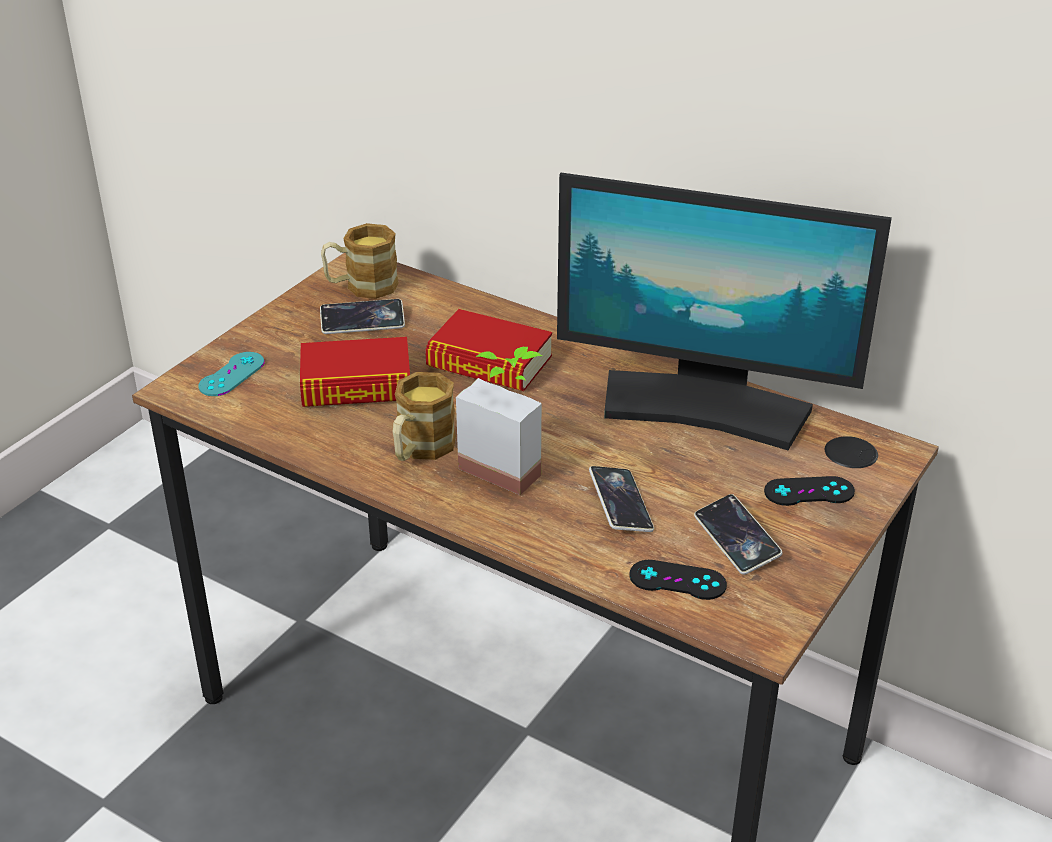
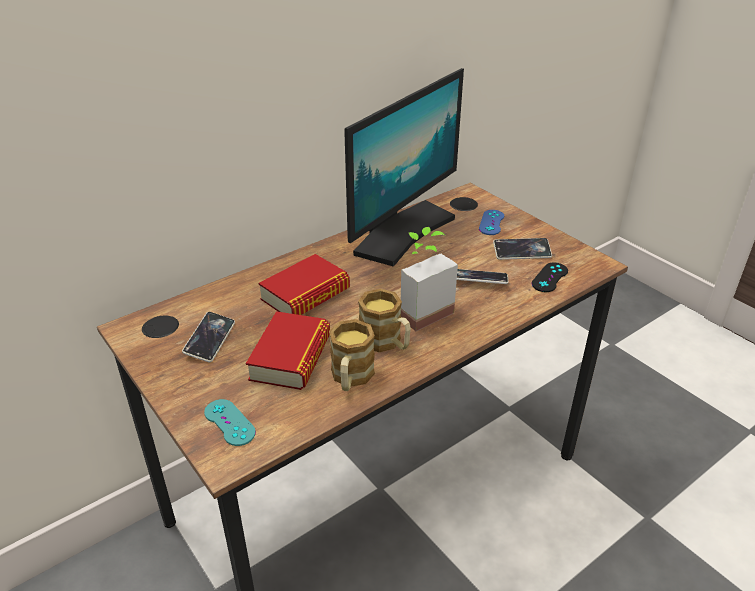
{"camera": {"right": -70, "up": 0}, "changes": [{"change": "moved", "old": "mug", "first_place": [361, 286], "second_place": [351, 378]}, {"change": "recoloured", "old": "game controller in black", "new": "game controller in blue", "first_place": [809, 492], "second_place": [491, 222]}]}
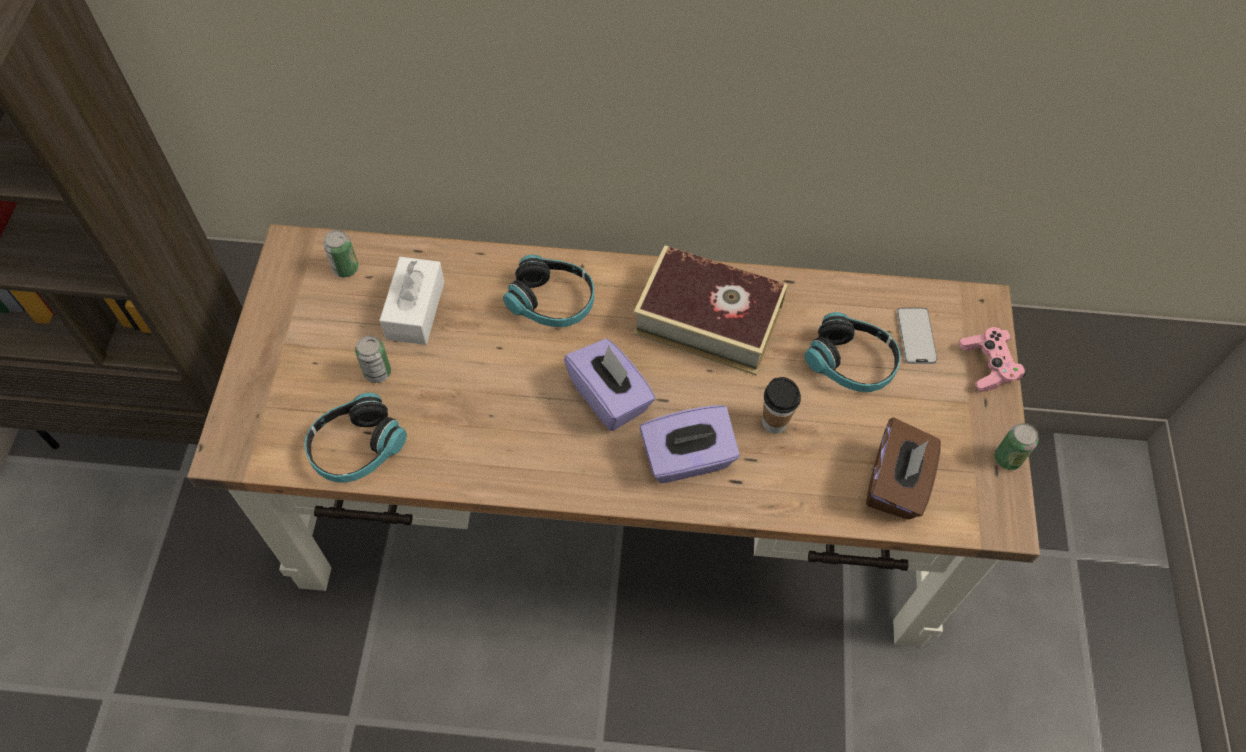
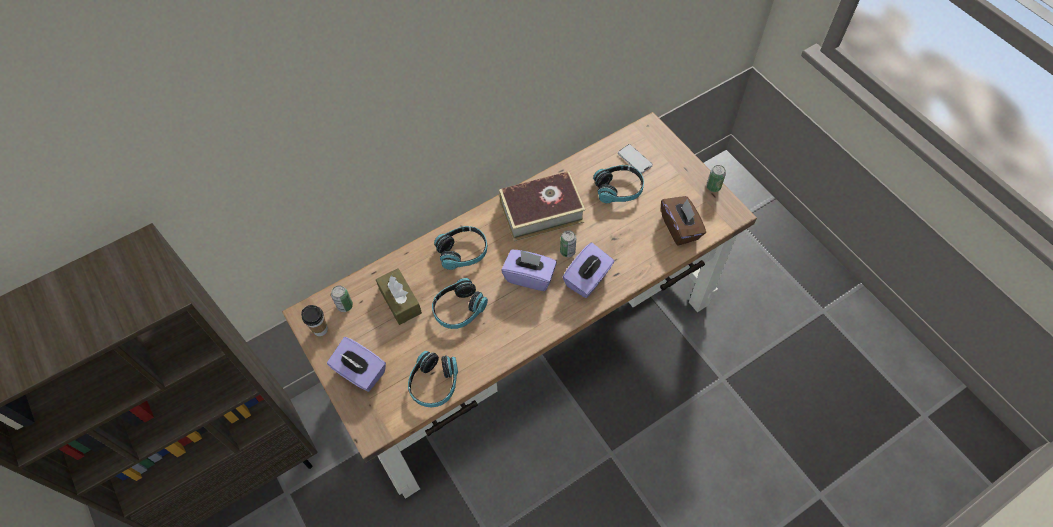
{"camera": {"right": -35, "up": 0}, "changes": [{"change": "moved", "old": "can", "first_place": [377, 372], "second_place": [567, 251]}, {"change": "recoloured", "old": "tissue box in white", "new": "tissue box in brown", "first_place": [415, 310], "second_place": [400, 301]}, {"change": "moved", "old": "cup", "first_place": [774, 422], "second_place": [320, 329]}, {"change": "removed", "old": "game controller in pink", "first_place": [988, 366]}, {"change": "added", "new": "tissue box in purple", "second_place": [360, 372]}, {"change": "added", "new": "headphones", "second_place": [459, 309]}]}
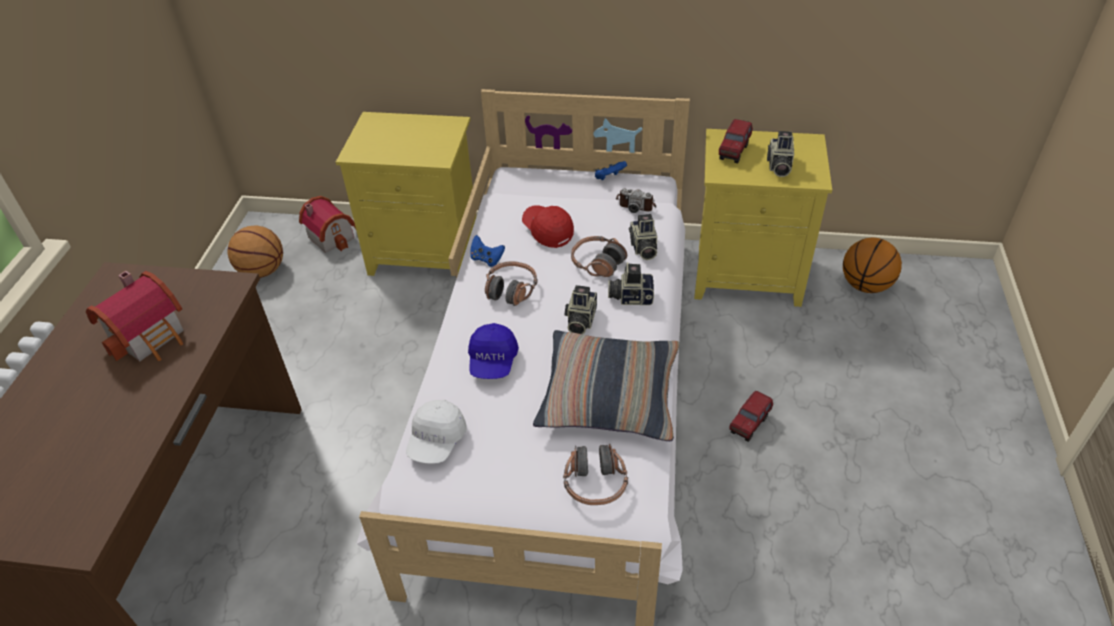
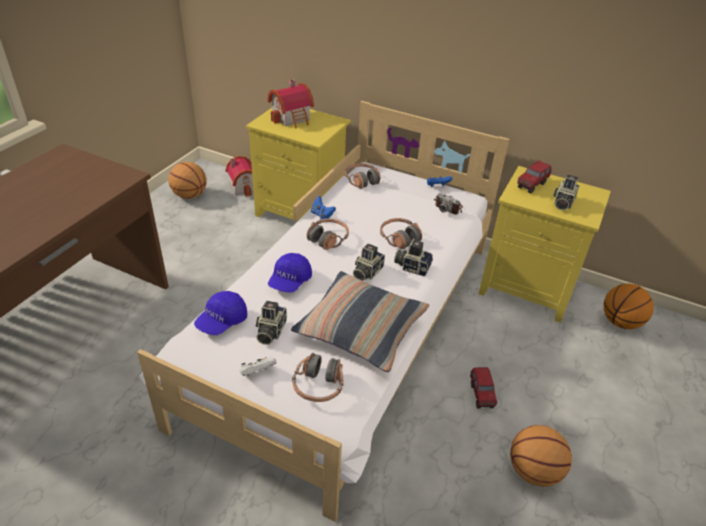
{"camera": {"right": 15, "up": -5}, "changes": [{"change": "moved", "old": "toy house", "first_place": [151, 335], "second_place": [293, 118]}, {"change": "recoloured", "old": "cap in white", "new": "cap in blue", "first_place": [436, 441], "second_place": [222, 321]}, {"change": "removed", "old": "cap in red", "first_place": [547, 231]}, {"change": "moved", "old": "photo camera", "first_place": [643, 248], "second_place": [270, 331]}, {"change": "turned", "old": "toy truck", "first_place": [749, 424], "second_place": [481, 395], "degrees": -60}, {"change": "added", "new": "game controller in white", "second_place": [257, 373]}, {"change": "added", "new": "headphones", "second_place": [362, 180]}, {"change": "added", "new": "basketball", "second_place": [533, 471]}]}
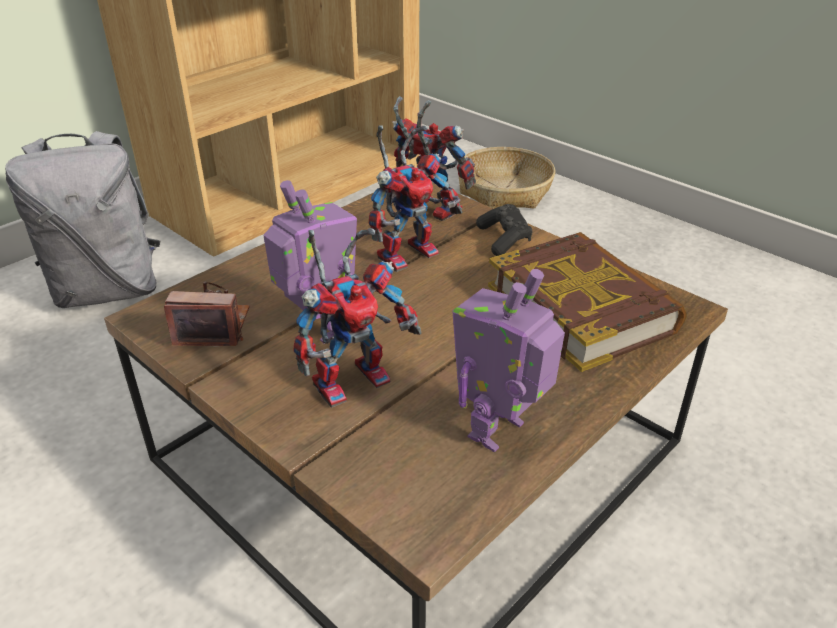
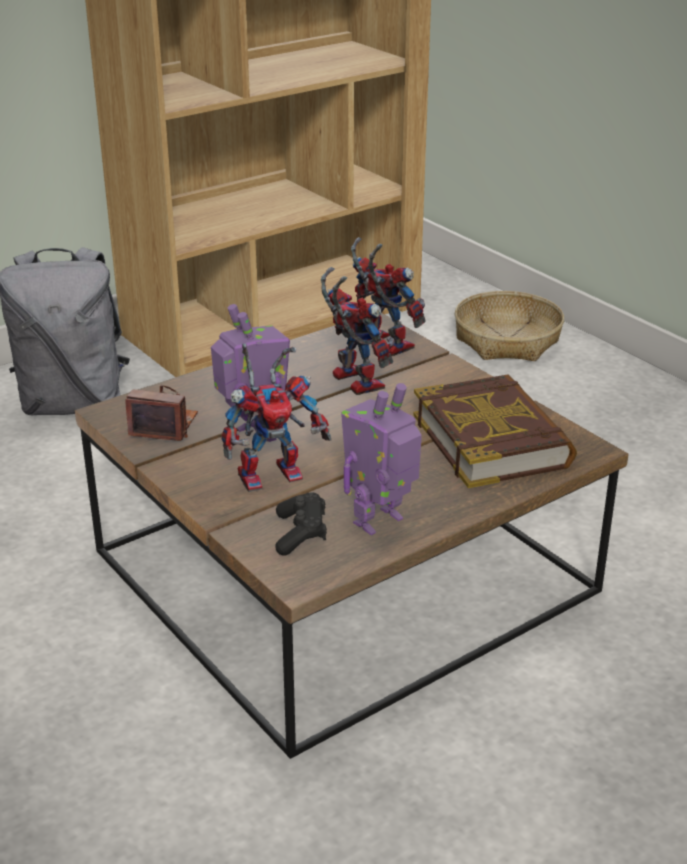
{"camera": {"right": 10, "up": -5}, "changes": [{"change": "turned", "old": "toy robot", "first_place": [409, 252], "second_place": [351, 380], "degrees": -90}, {"change": "moved", "old": "game controller in black", "first_place": [504, 239], "second_place": [301, 534]}]}
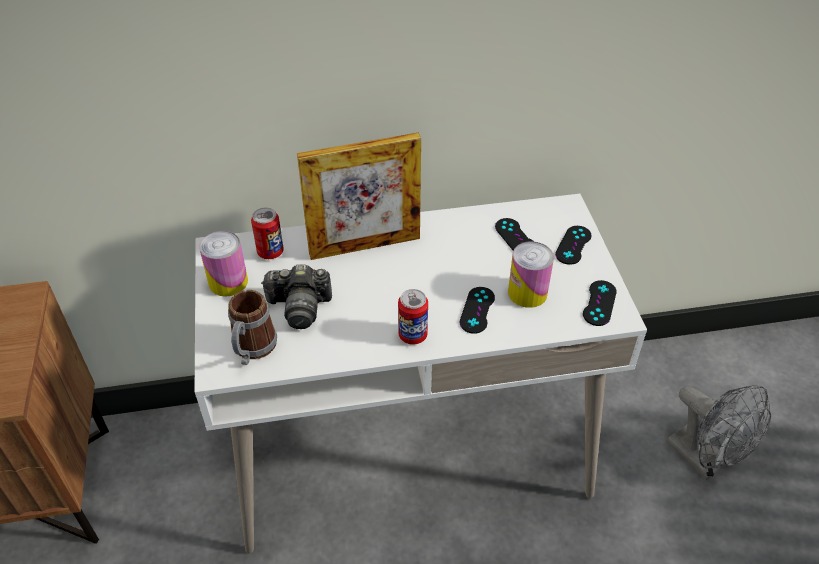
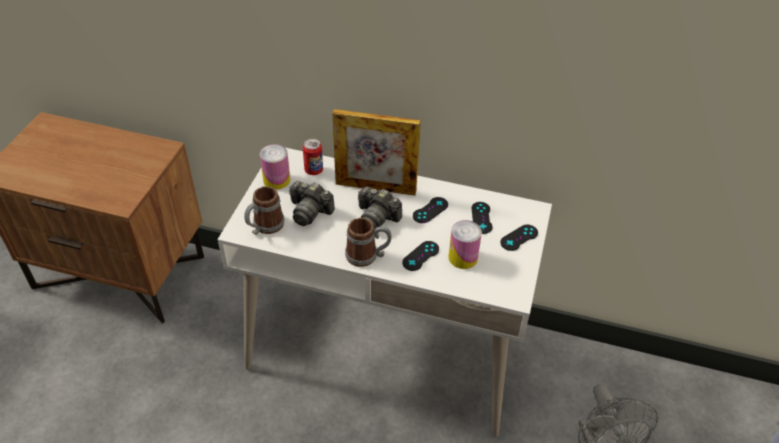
{"camera": {"right": 25, "up": 0}, "changes": [{"change": "replaced", "old": "can", "new": "mug", "first_place": [413, 335], "second_place": [367, 256]}, {"change": "moved", "old": "game controller in black", "first_place": [599, 303], "second_place": [430, 210]}, {"change": "added", "new": "photo camera", "second_place": [376, 218]}]}
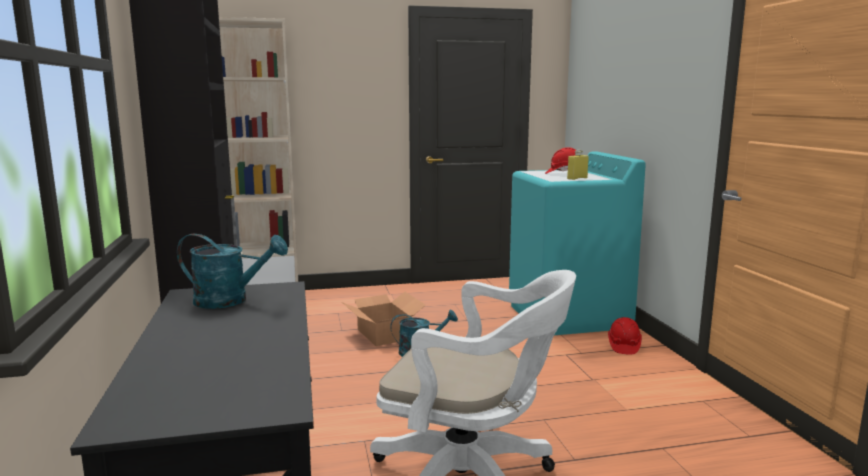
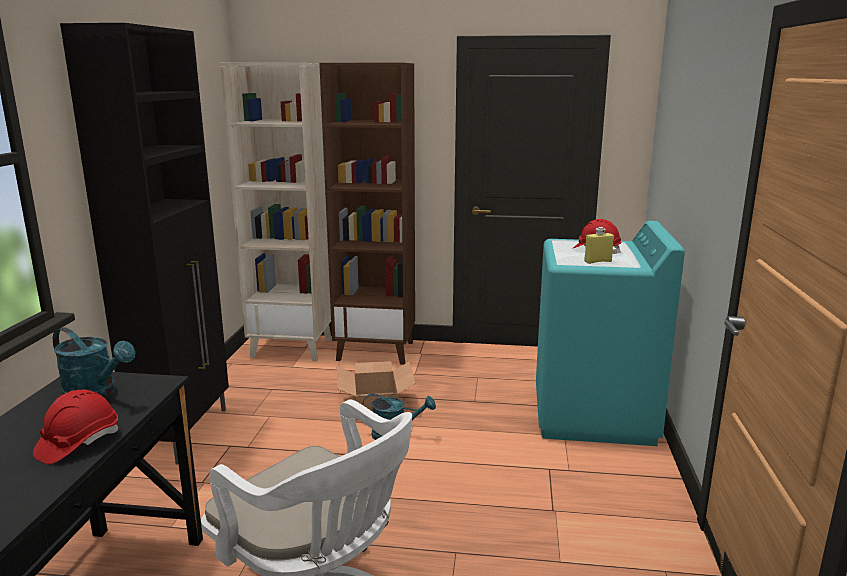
{"camera": {"right": 20, "up": 5}, "changes": [{"change": "moved", "old": "hard hat in red", "first_place": [623, 346], "second_place": [78, 443]}, {"change": "added", "new": "bookcase in brown", "second_place": [376, 351]}]}
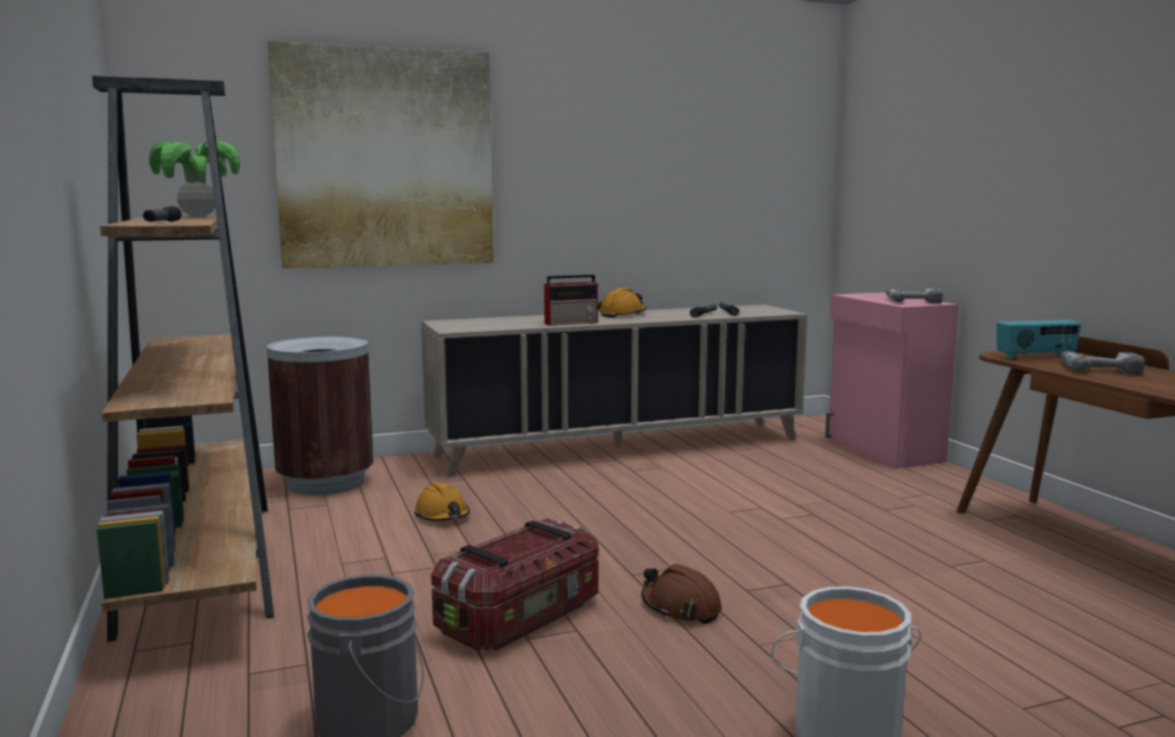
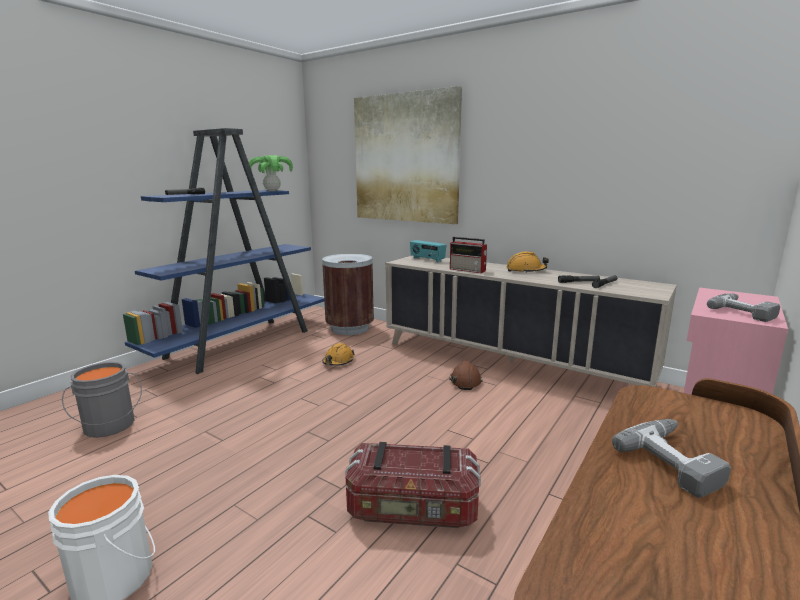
{"camera": {"right": 55, "up": 5}, "changes": [{"change": "recoloured", "old": "bookcase in brown", "new": "bookcase in blue", "first_place": [200, 561], "second_place": [242, 343]}, {"change": "moved", "old": "storage box", "first_place": [522, 618], "second_place": [413, 509]}, {"change": "moved", "old": "hard hat in brown", "first_place": [680, 608], "second_place": [465, 381]}, {"change": "moved", "old": "radio", "first_place": [1036, 357], "second_place": [427, 259]}]}
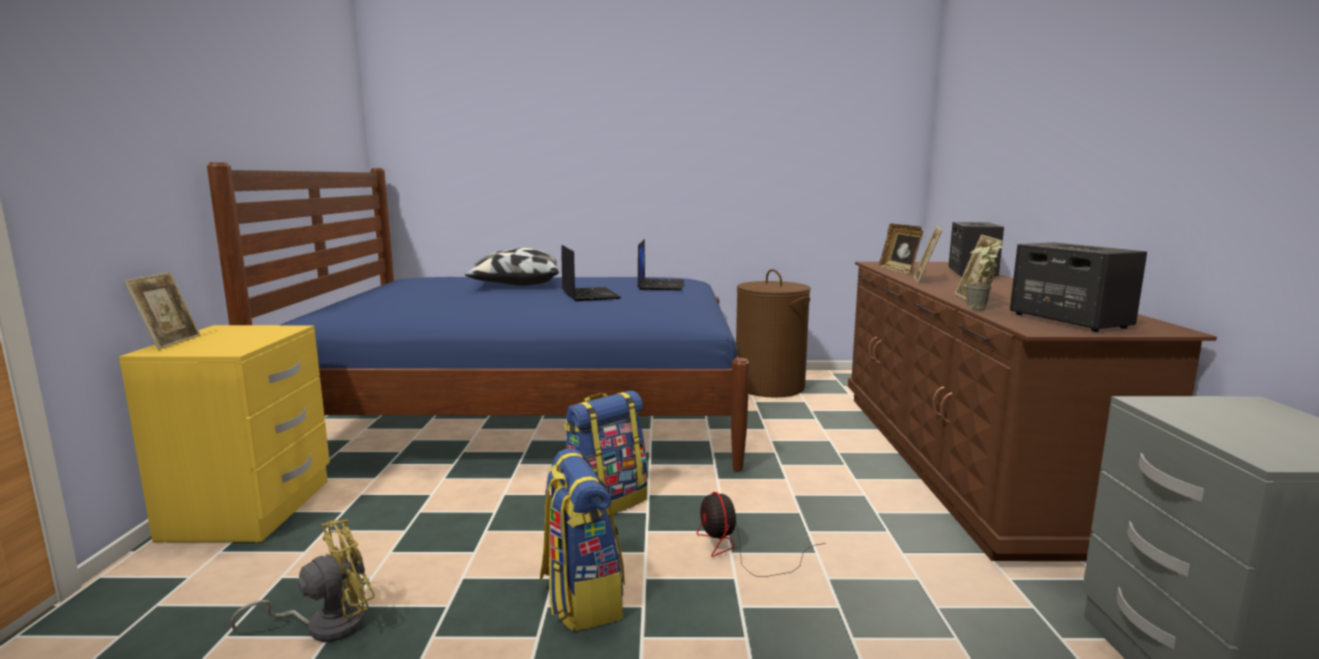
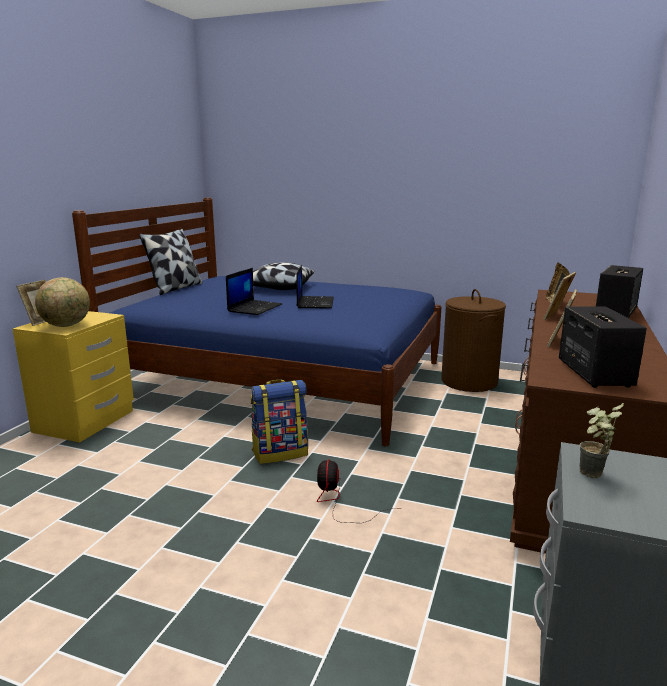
{"camera": {"right": 20, "up": 5}, "changes": [{"change": "removed", "old": "fan in yellow", "first_place": [325, 625]}, {"change": "removed", "old": "backpack", "first_place": [580, 598]}, {"change": "moved", "old": "laptop", "first_place": [660, 285], "second_place": [255, 308]}, {"change": "moved", "old": "potted plant", "first_place": [980, 309], "second_place": [592, 477]}, {"change": "added", "new": "globe", "second_place": [66, 325]}, {"change": "added", "new": "pillow", "second_place": [175, 288]}]}
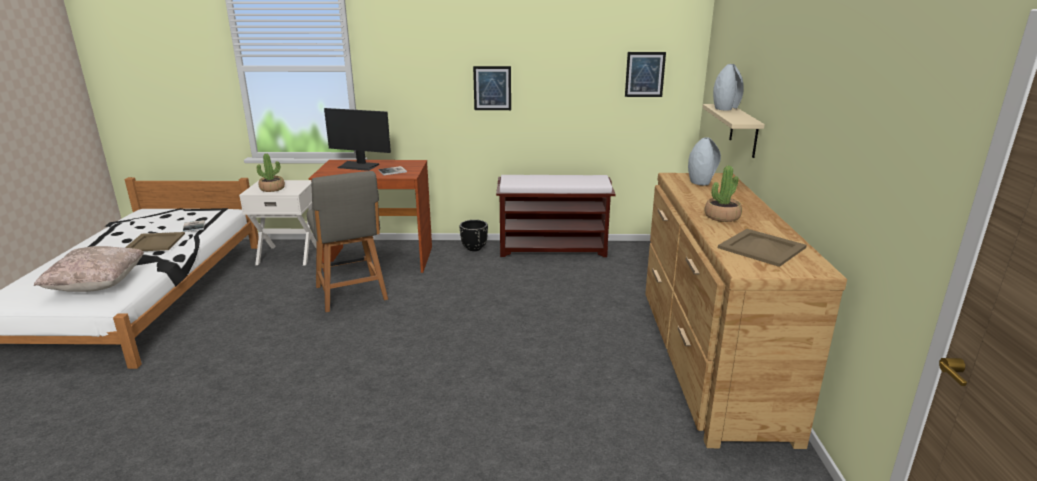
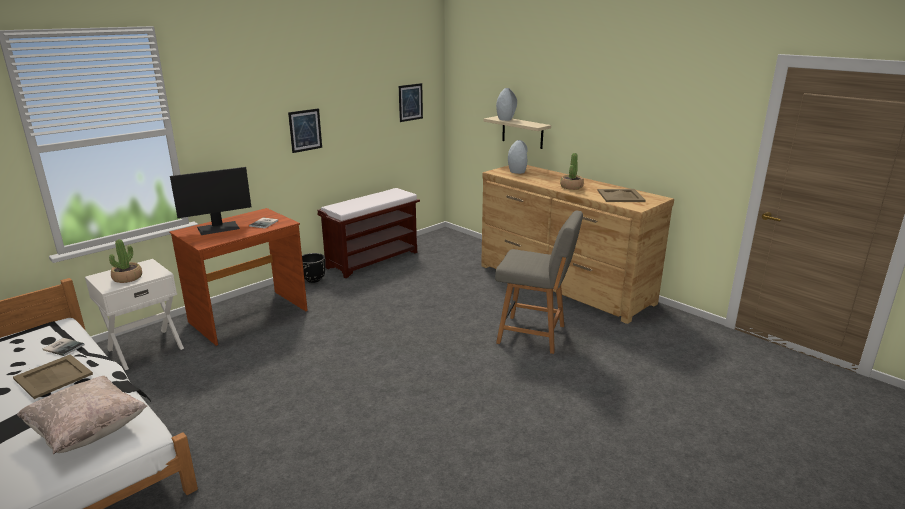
{"camera": {"right": -45, "up": 0}, "changes": [{"change": "moved", "old": "chair in grey", "first_place": [352, 294], "second_place": [534, 335]}]}
